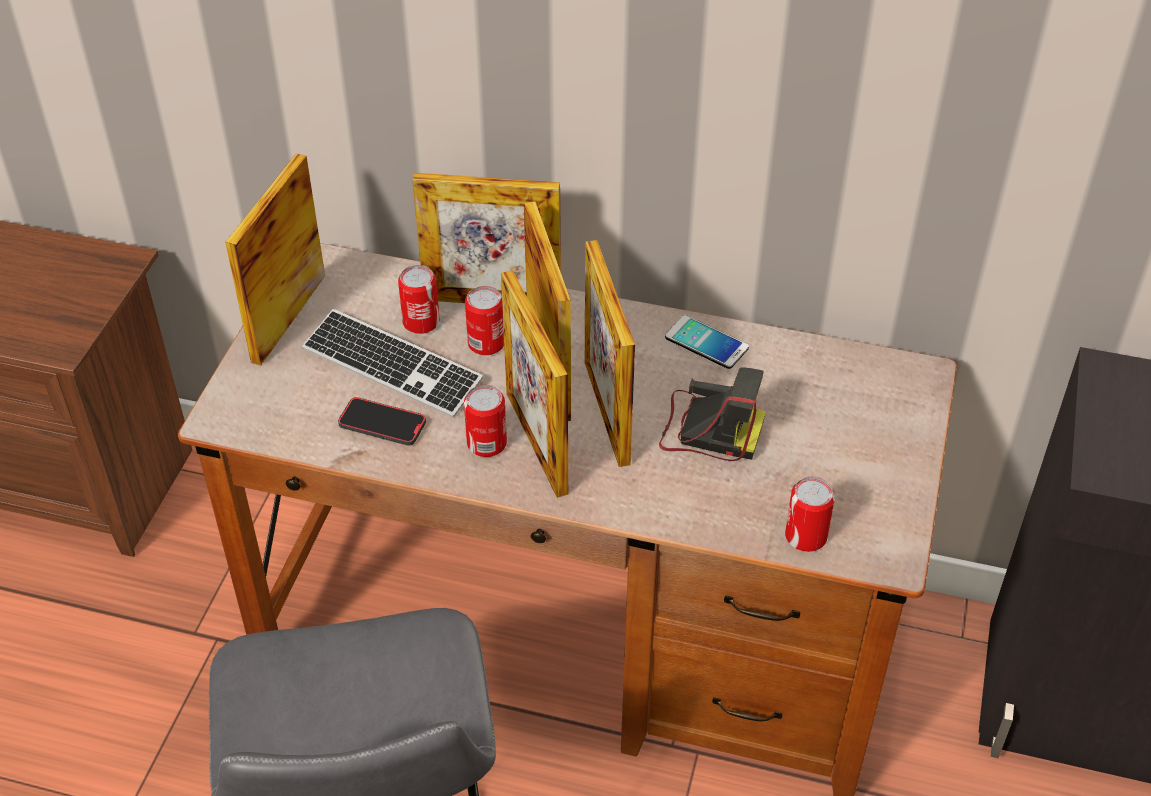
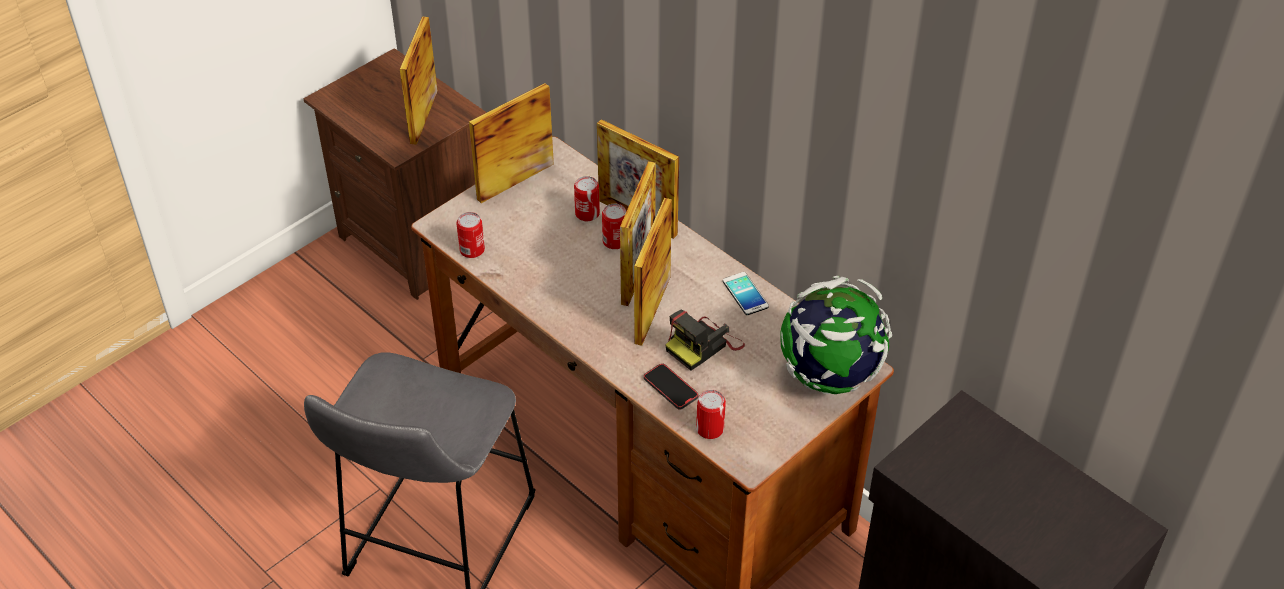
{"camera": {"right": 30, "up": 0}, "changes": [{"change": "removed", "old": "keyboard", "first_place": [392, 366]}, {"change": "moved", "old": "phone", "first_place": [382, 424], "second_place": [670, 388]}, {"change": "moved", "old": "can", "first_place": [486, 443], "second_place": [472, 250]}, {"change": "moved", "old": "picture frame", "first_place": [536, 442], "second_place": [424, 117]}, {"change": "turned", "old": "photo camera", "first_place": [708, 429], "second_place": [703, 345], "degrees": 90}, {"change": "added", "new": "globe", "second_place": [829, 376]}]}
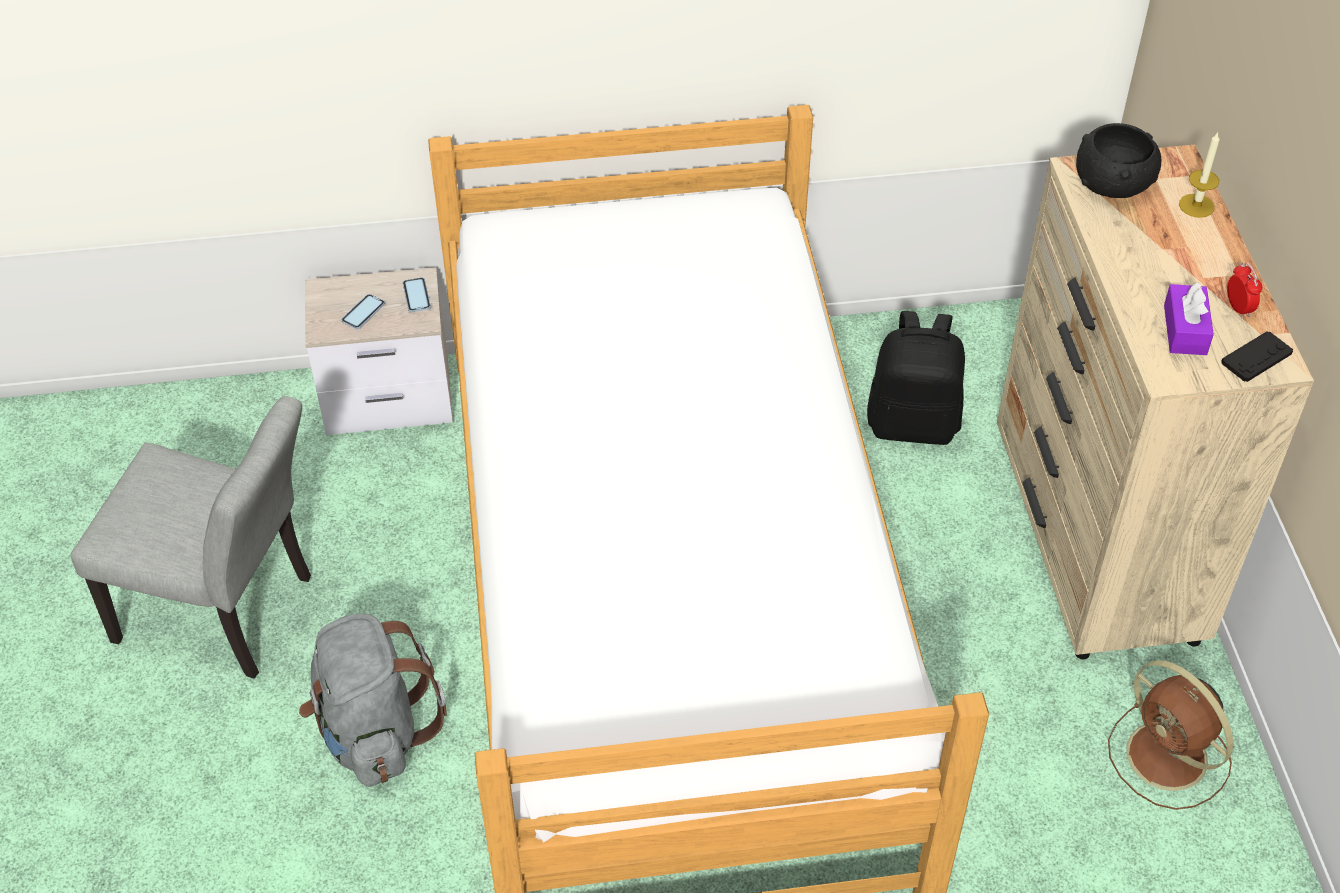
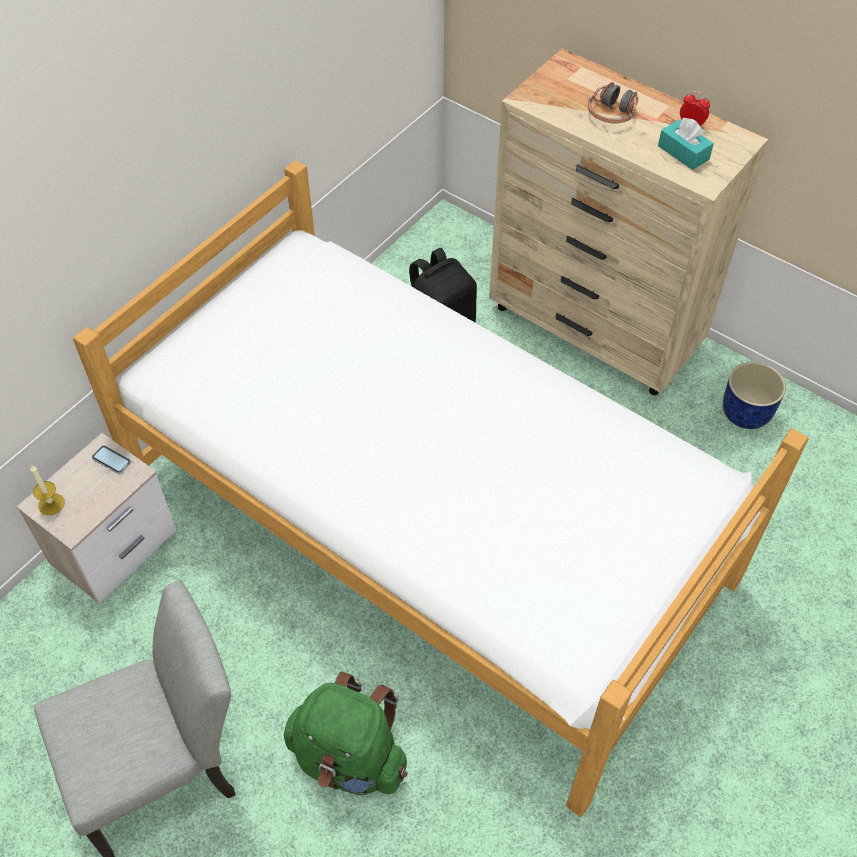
{"camera": {"right": -45, "up": 5}, "changes": [{"change": "recoloured", "old": "backpack in grey", "new": "backpack in green", "first_place": [374, 732], "second_place": [349, 758]}, {"change": "removed", "old": "phone", "first_place": [363, 313]}, {"change": "removed", "old": "bowl in black", "first_place": [1112, 183]}, {"change": "replaced", "old": "fan in brown", "new": "planter in blue", "first_place": [1169, 758], "second_place": [746, 412]}, {"change": "recoloured", "old": "tissue box in purple", "new": "tissue box in turquoise", "first_place": [1185, 330], "second_place": [683, 152]}, {"change": "moved", "old": "candle", "first_place": [1196, 205], "second_place": [51, 504]}, {"change": "removed", "old": "game controller in black", "first_place": [1256, 358]}, {"change": "added", "new": "headphones", "second_place": [611, 114]}]}
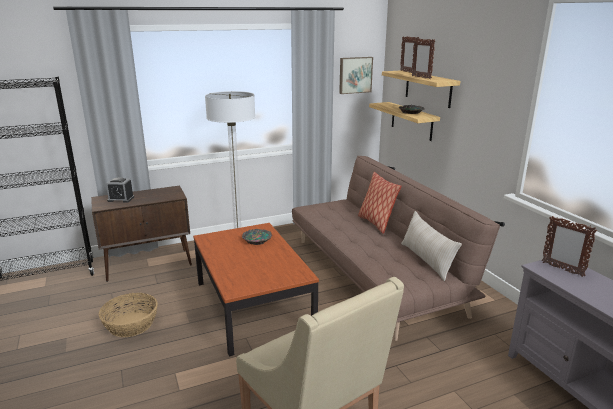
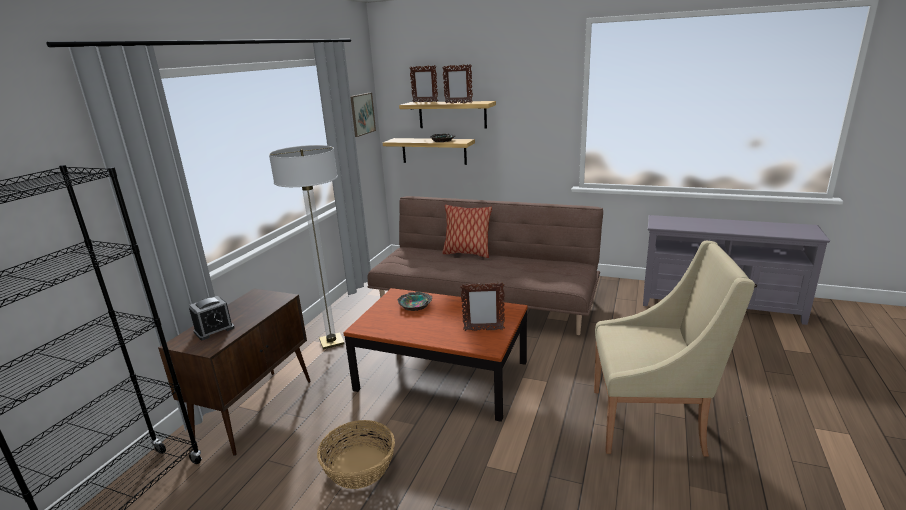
{"camera": {"right": -45, "up": 0}, "changes": [{"change": "removed", "old": "pillow in beige", "first_place": [426, 260]}, {"change": "moved", "old": "picture frame", "first_place": [562, 269], "second_place": [483, 330]}]}
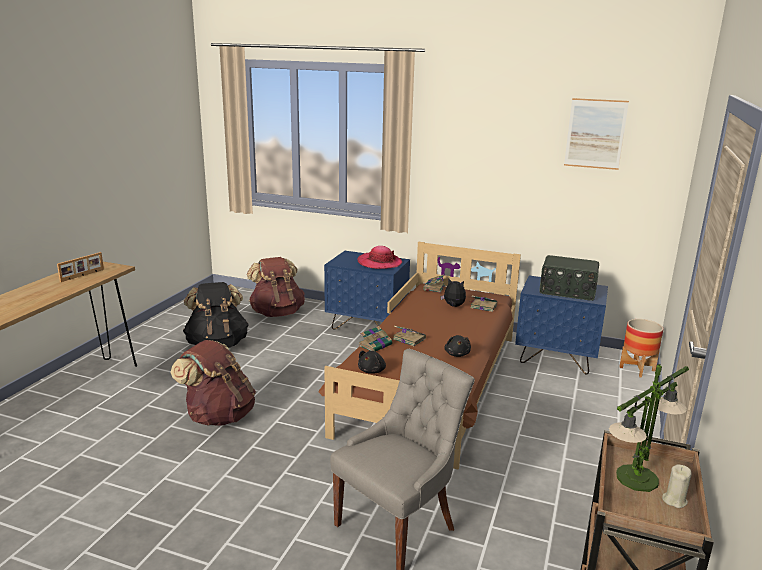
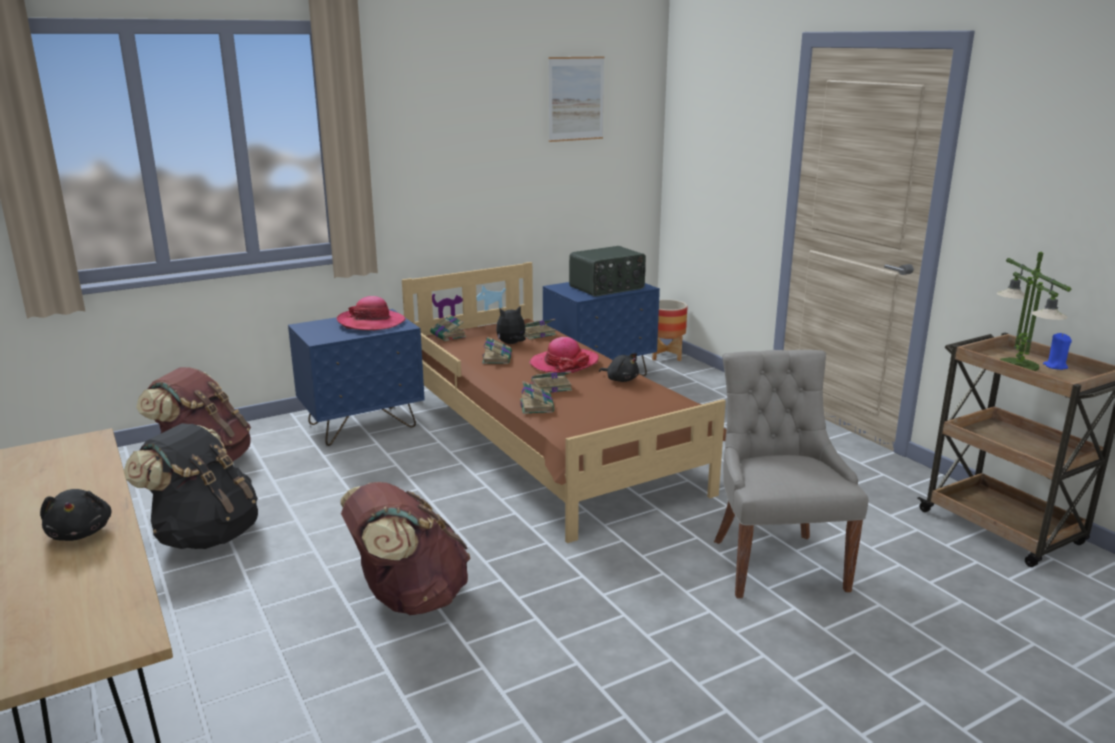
{"camera": {"right": -50, "up": 0}, "changes": [{"change": "removed", "old": "picture frame", "first_place": [82, 275]}, {"change": "moved", "old": "plush toy in black", "first_place": [372, 371], "second_place": [80, 533]}, {"change": "recoloured", "old": "candle in beige", "new": "candle in blue", "first_place": [674, 500], "second_place": [1055, 366]}, {"change": "added", "new": "book", "second_place": [497, 358]}, {"change": "added", "new": "hat", "second_place": [564, 363]}]}
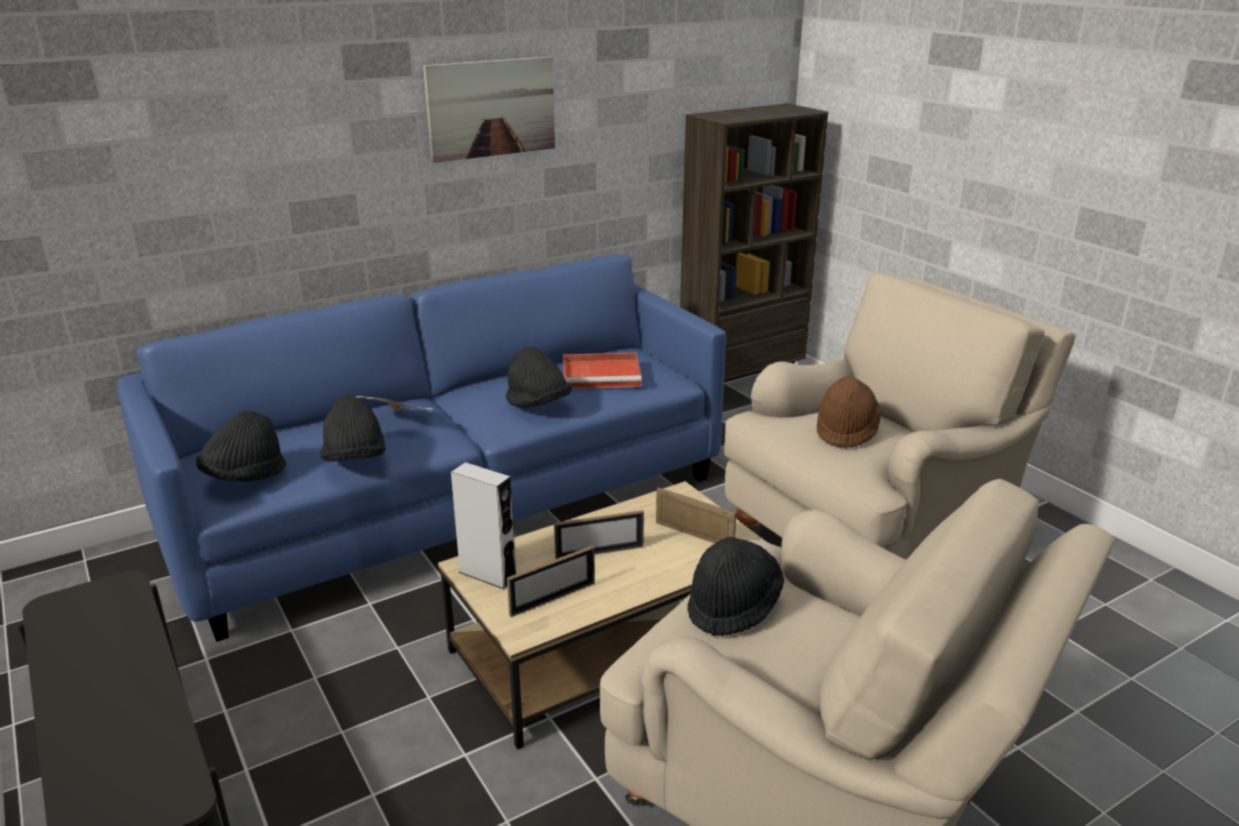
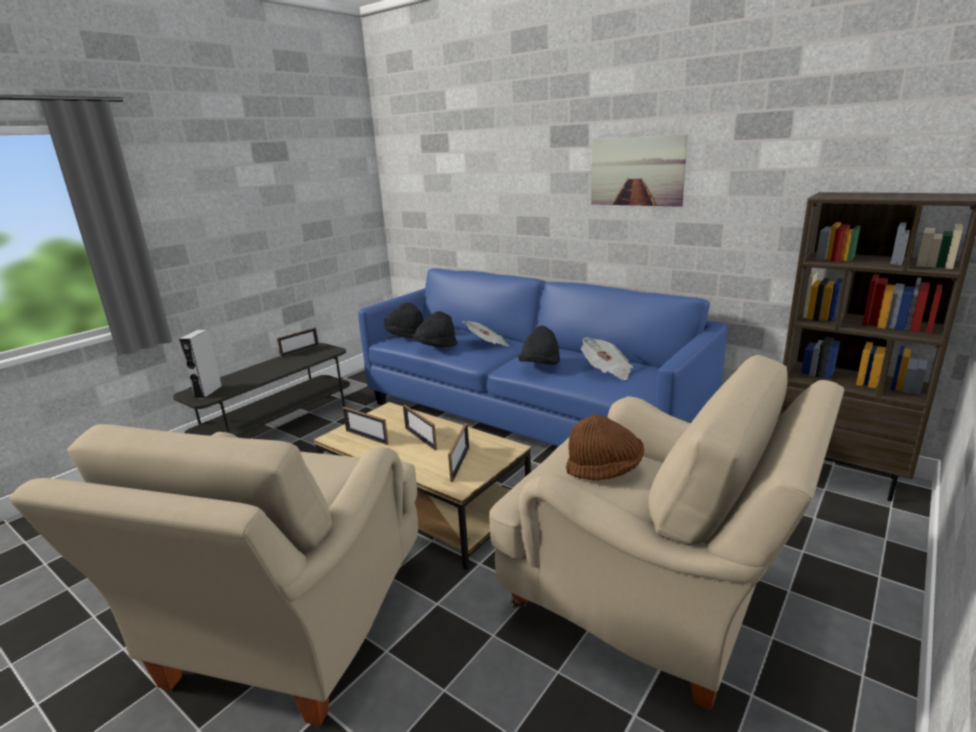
{"camera": {"right": 70, "up": -5}, "changes": [{"change": "moved", "old": "speaker in grey", "first_place": [488, 575], "second_place": [208, 392]}, {"change": "replaced", "old": "tray in red", "new": "newspaper", "first_place": [603, 374], "second_place": [607, 371]}, {"change": "removed", "old": "hat in black", "first_place": [733, 606]}, {"change": "added", "new": "picture frame", "second_place": [300, 351]}]}
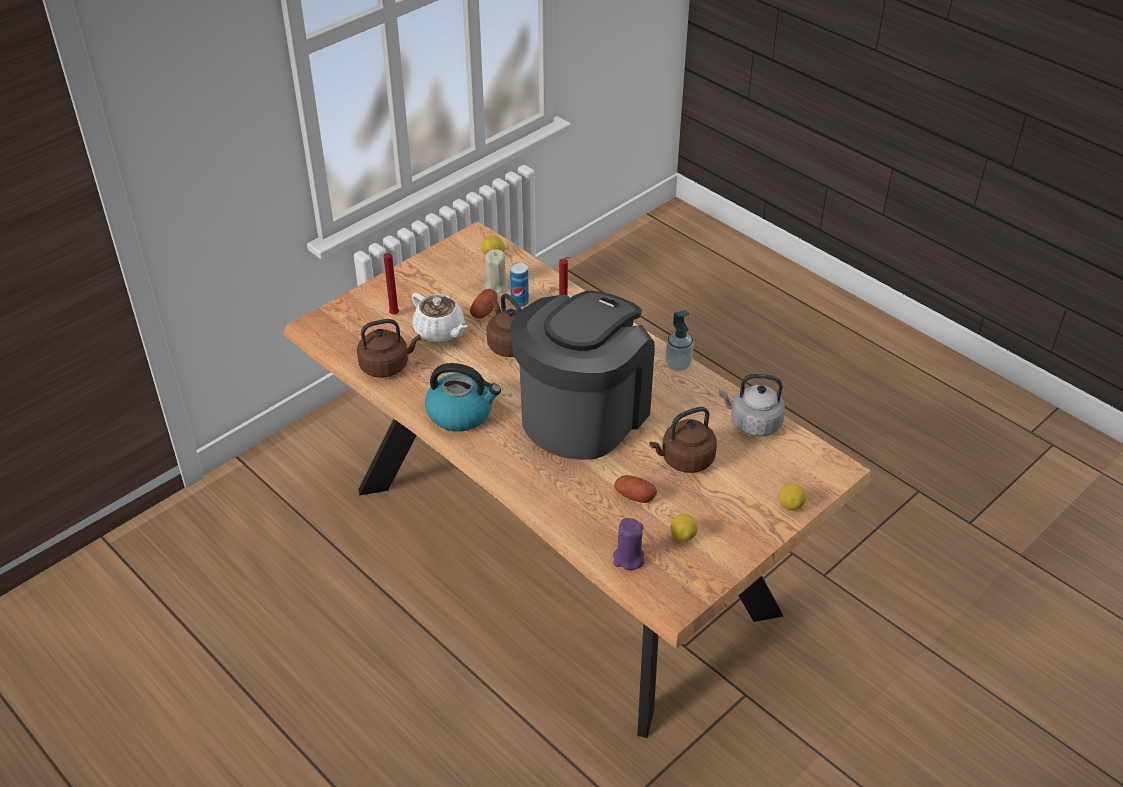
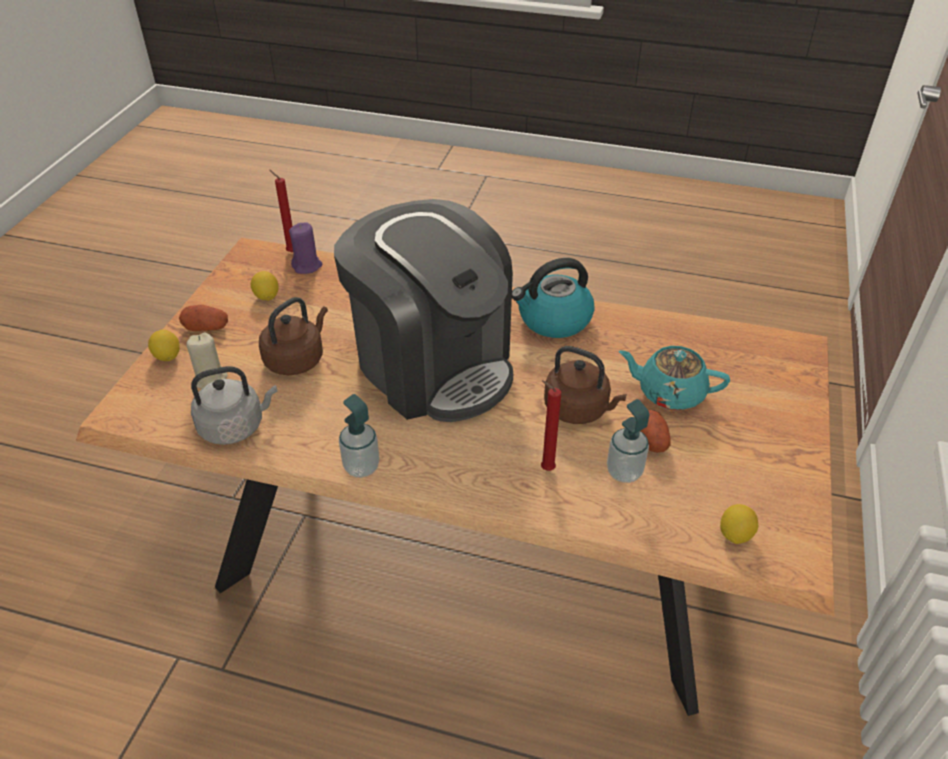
{"camera": {"right": 150, "up": 0}, "changes": [{"change": "removed", "old": "kettle in brown", "first_place": [387, 366]}, {"change": "moved", "old": "candle in red", "first_place": [395, 315], "second_place": [290, 251]}, {"change": "recoloured", "old": "teapot in white", "new": "teapot in turquoise", "first_place": [440, 331], "second_place": [669, 393]}, {"change": "moved", "old": "candle in beige", "first_place": [496, 286], "second_place": [211, 380]}, {"change": "replaced", "old": "can", "new": "soap dispenser", "first_place": [519, 302], "second_place": [624, 472]}, {"change": "turned", "old": "coffee machine", "first_place": [583, 413], "second_place": [433, 365], "degrees": -45}, {"change": "moved", "old": "potato", "first_place": [634, 496], "second_place": [206, 327]}]}
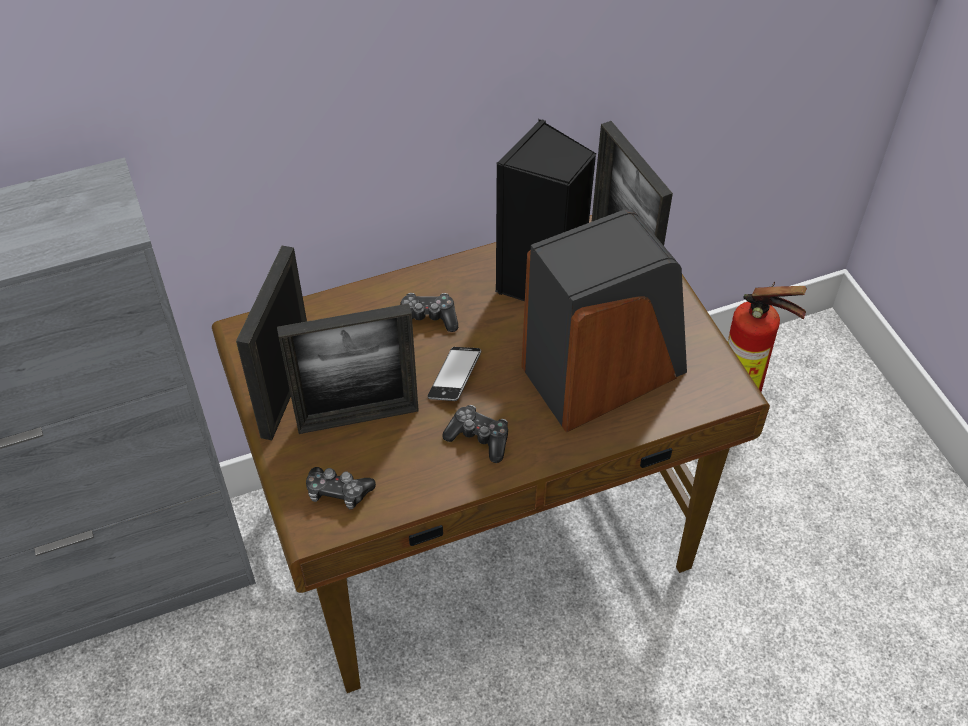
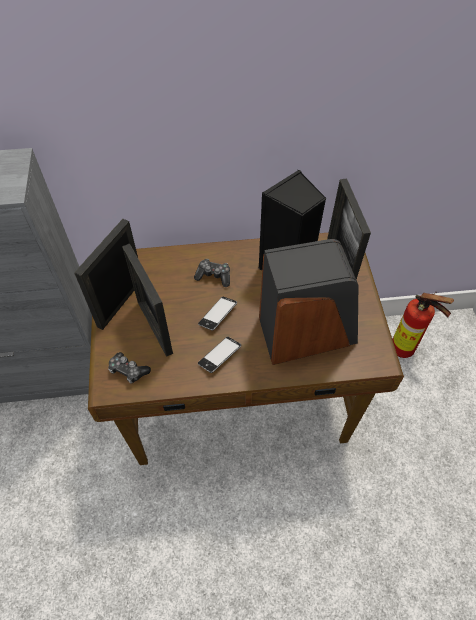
{"camera": {"right": 15, "up": 5}, "changes": [{"change": "turned", "old": "picture frame", "first_place": [358, 417], "second_place": [154, 327], "degrees": 60}, {"change": "replaced", "old": "game controller", "new": "phone", "first_place": [479, 438], "second_place": [219, 356]}]}
